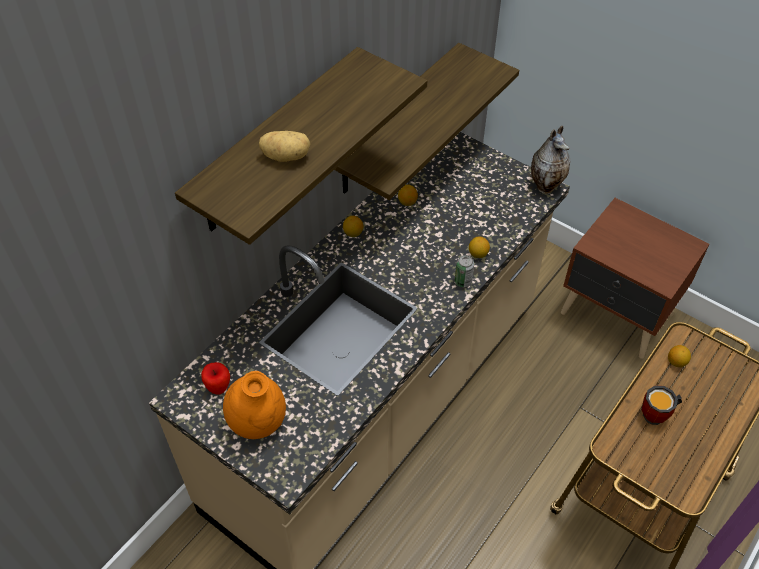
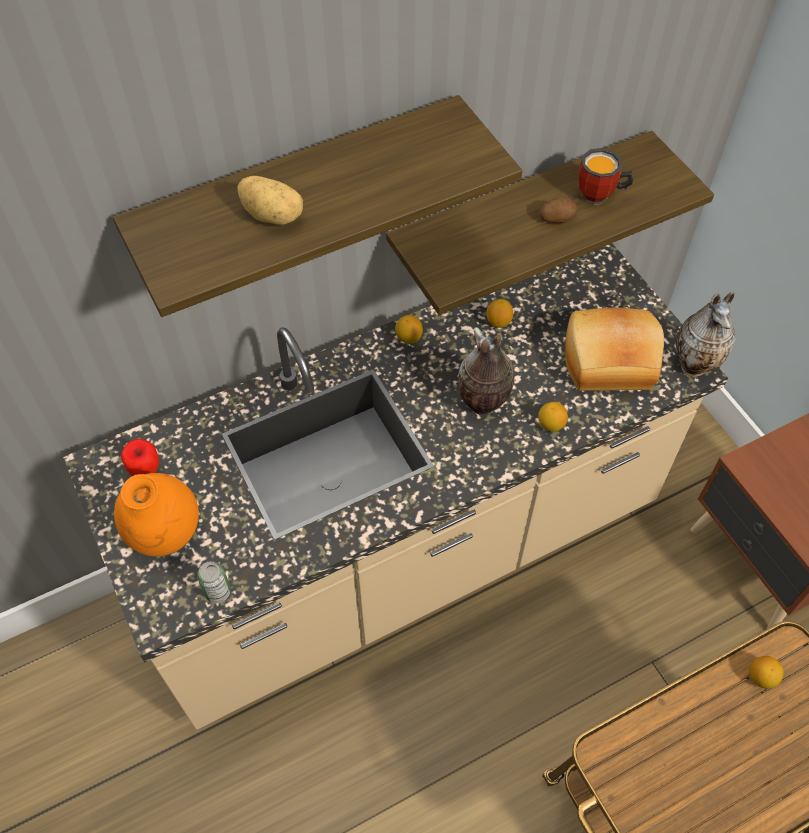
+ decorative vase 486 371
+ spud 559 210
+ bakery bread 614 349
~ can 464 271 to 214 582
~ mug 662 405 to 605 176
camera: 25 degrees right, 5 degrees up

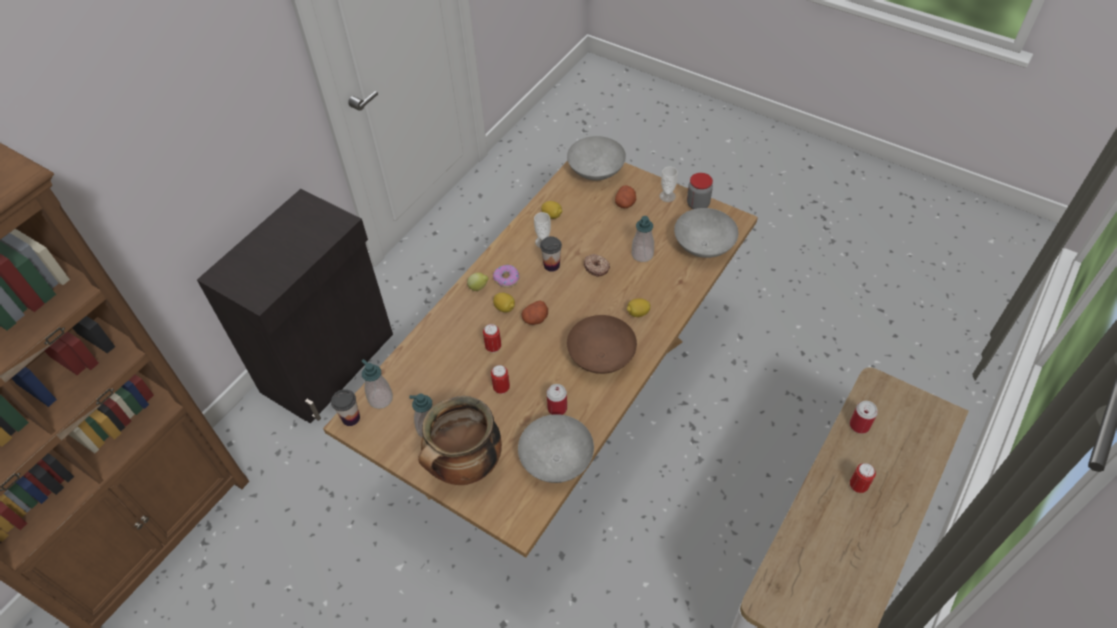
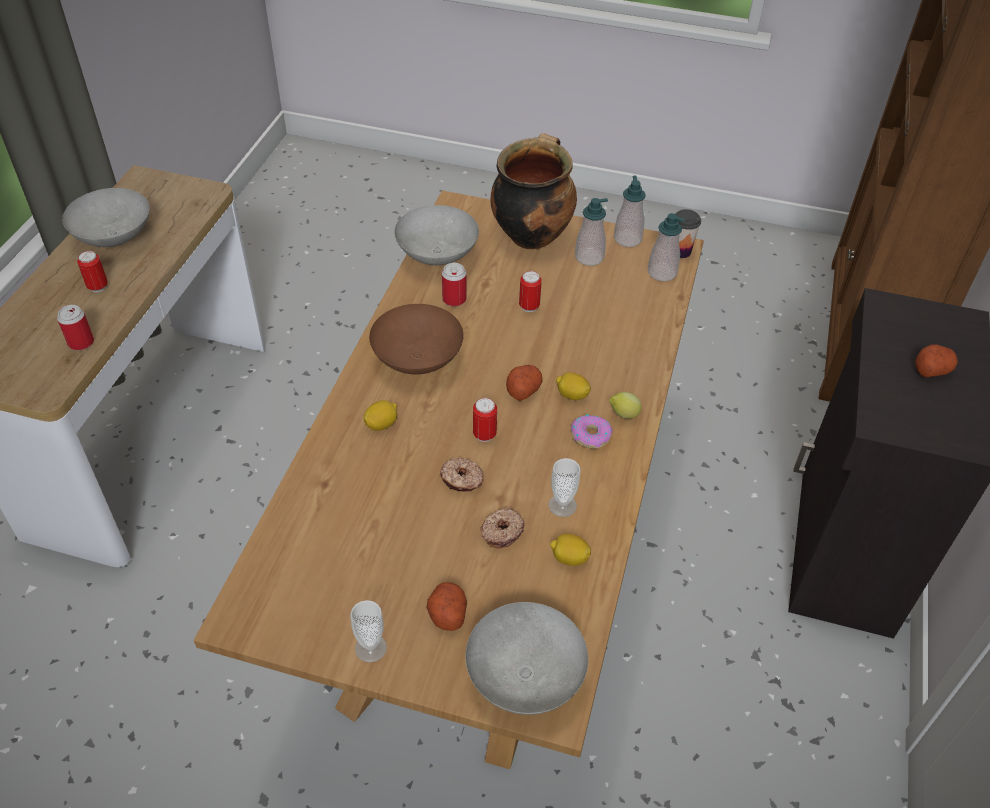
- small cup 551 254
- jar 700 191
+ doughnut 502 528
+ spud 936 360
~ can 492 338 to 485 420
~ liquid soap bottle 643 239 to 630 211
~ serving bowl/grey 706 233 to 106 217
camera: 160 degrees right, 5 degrees down

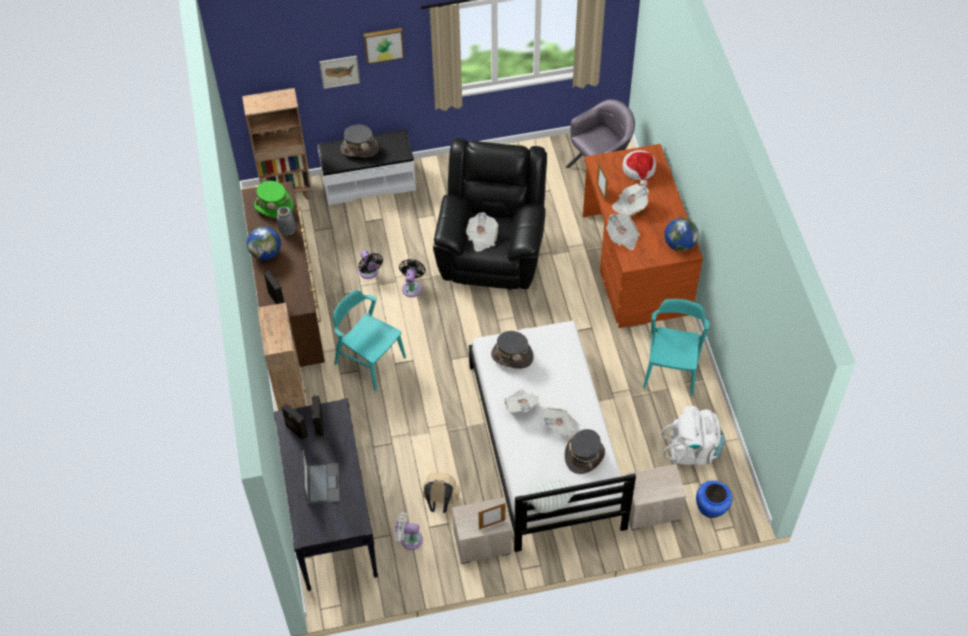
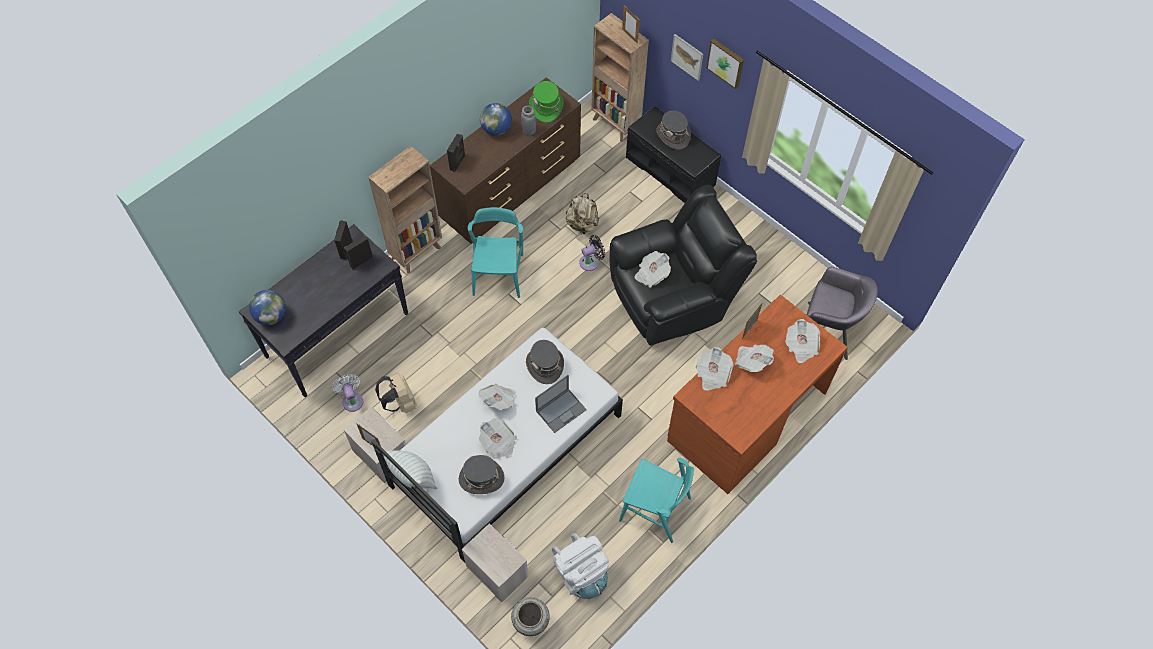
+ picture frame 631 25
~ notebook computer 321 477 to 561 404
~ desk globe 681 234 to 267 307
~ electric fan/black-coloured 370 264 to backpack/sand-coloured 582 213
~ clothing hat 639 168 to newspaper 802 341
~ long seat/white 367 167 to long seat/black-coloured 673 154
~ decorative vase/blue 714 499 to decorative vase/sand-coloured 530 616
~ chair/blue-green 676 347 = 656 500 45 degrees clockwise
camera: 55 degrees right, 5 degrees up

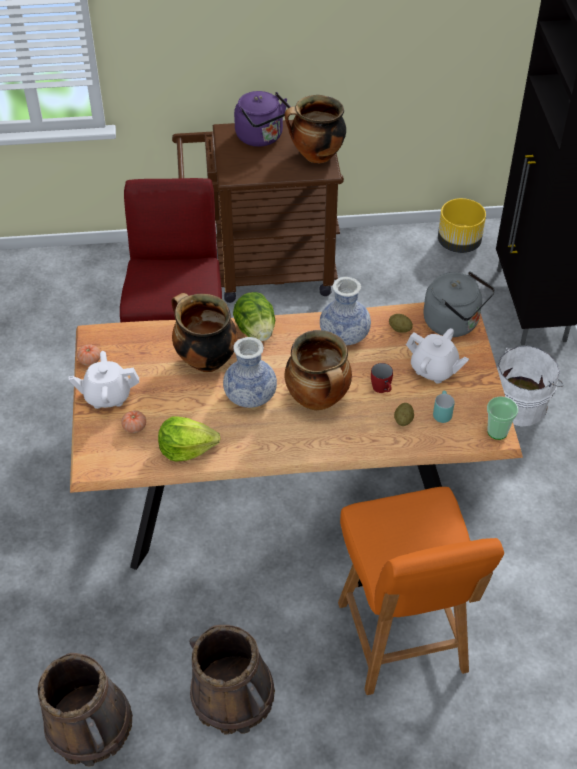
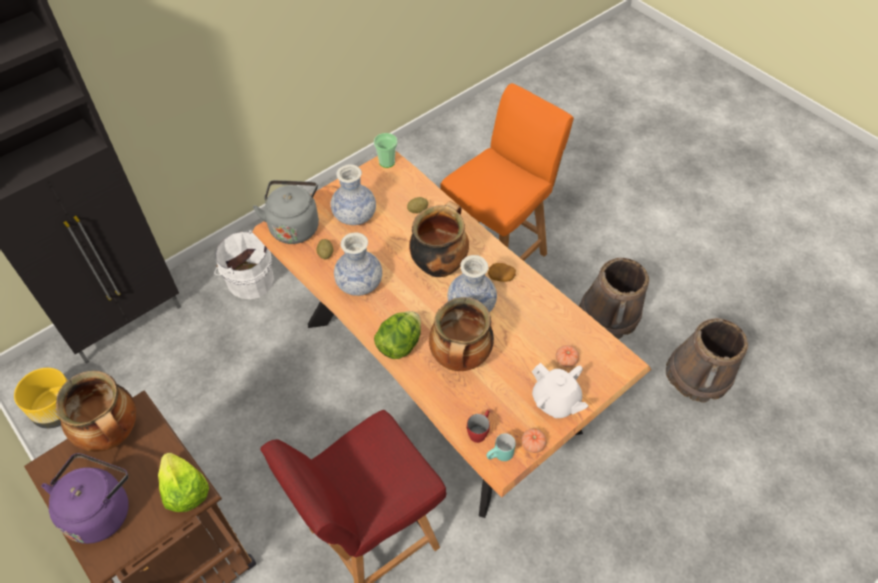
+ spud 502 272
~ lettuce 189 438 to 183 482
~ mug/reddish 382 378 to 478 426
~ mug/blue-green 444 407 to 501 447
~ tea pot/white 437 356 to decorative vase 353 194
camera: 125 degrees left, 5 degrees up

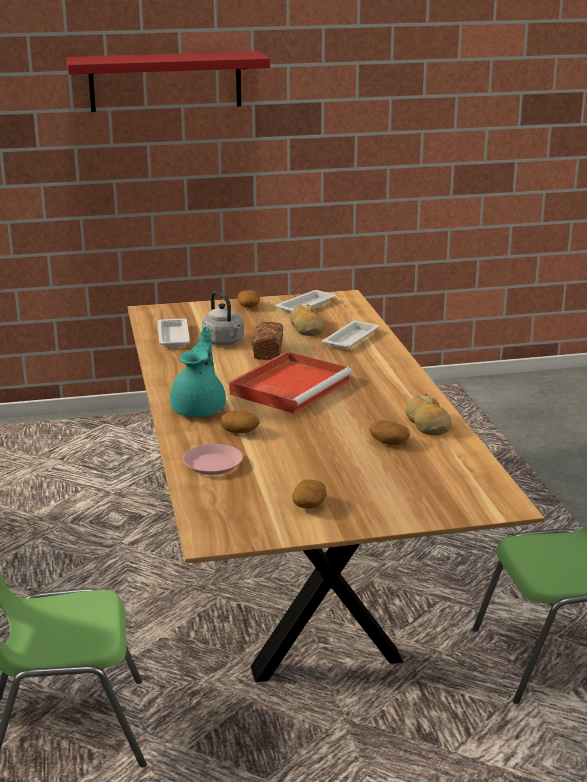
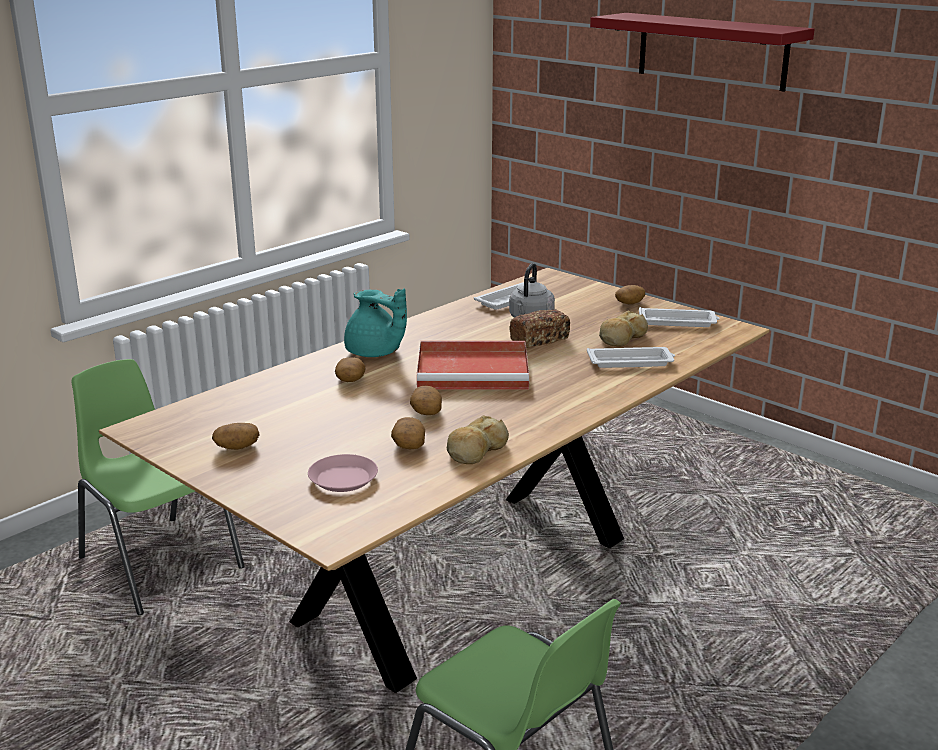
+ spud 426 400
~ flat dish/pink-coloured 213 459 to 343 473
~ tea pot/blue-green 198 371 = 375 322 60 degrees clockwise
camera: 55 degrees right, 0 degrees up

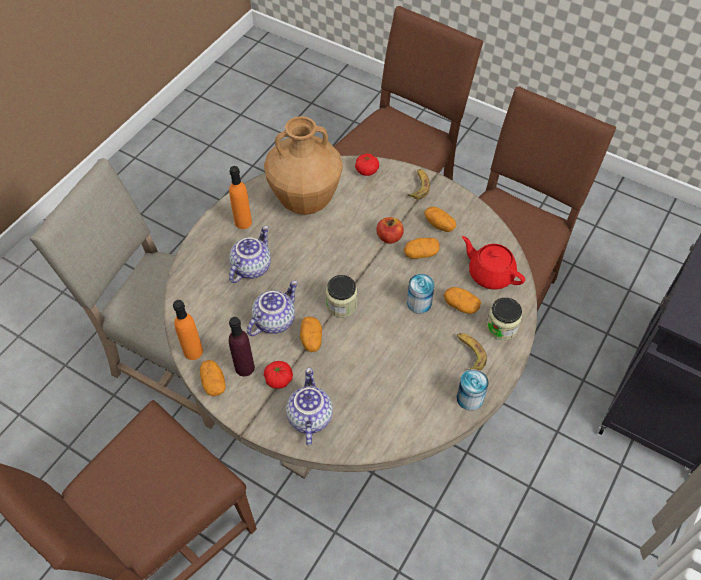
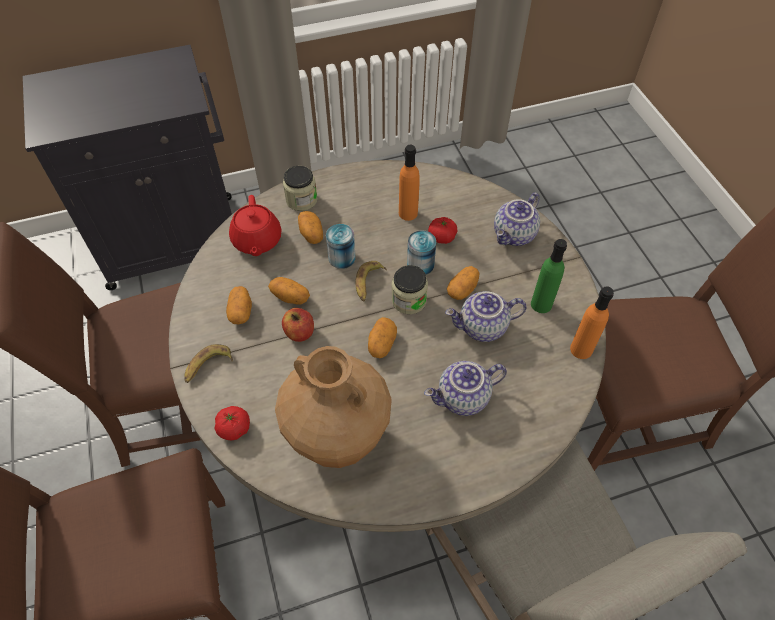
~ spud 213 378 to 382 337
~ beverage bottle/orange-coloured 240 197 to 409 183
~ whole tomato 278 375 to 443 230
~ banana fruit 472 352 to 371 281
~ can 473 390 to 421 252
~ beverage bottle/purple-coloured 242 346 to beverage bottle/green-coloured 549 276
camera: 140 degrees left, 0 degrees up

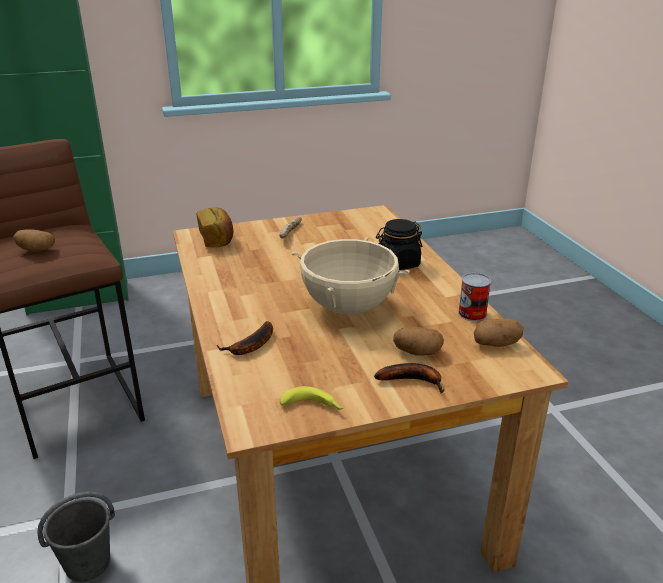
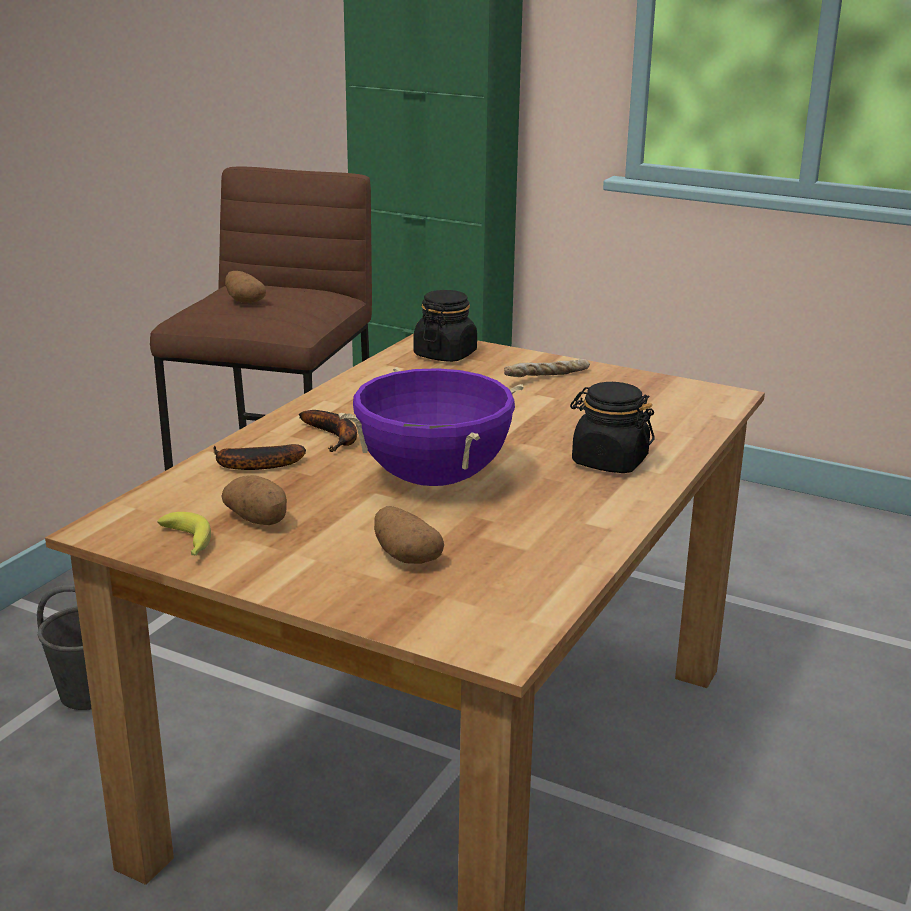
- can 474 297
~ banana fruit 409 378 to 328 431
~ spud 498 333 to 254 500
~ bakery bread 215 227 to jar/black-coloured 445 326
~ stockpot/sand-coloured 351 275 to stockpot/purple-coloured 431 426
camera: 45 degrees right, 5 degrees down

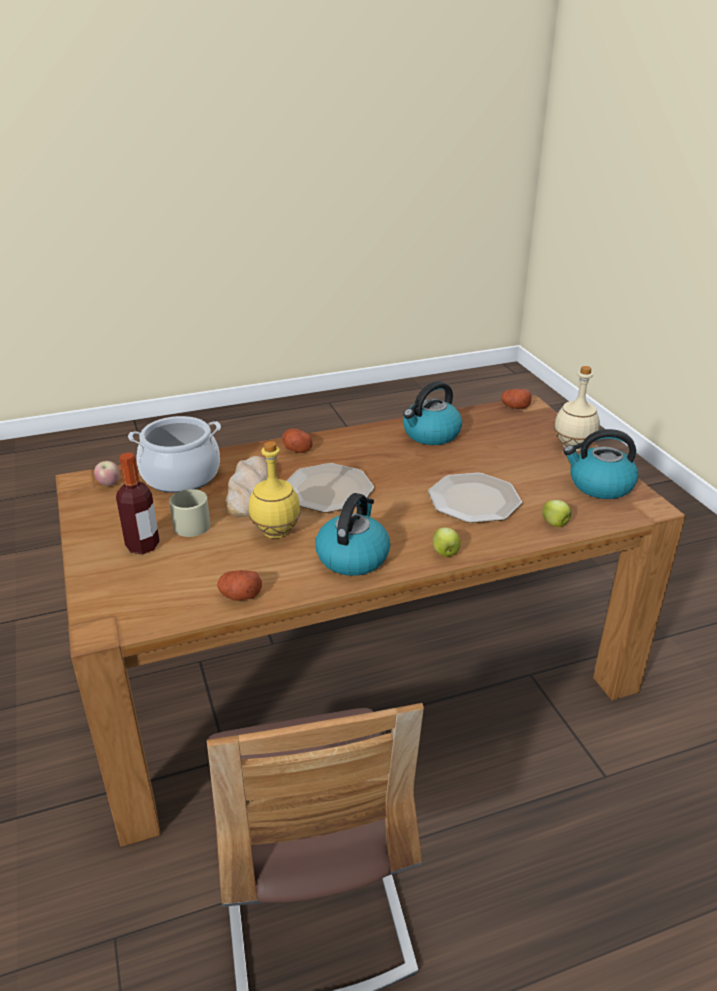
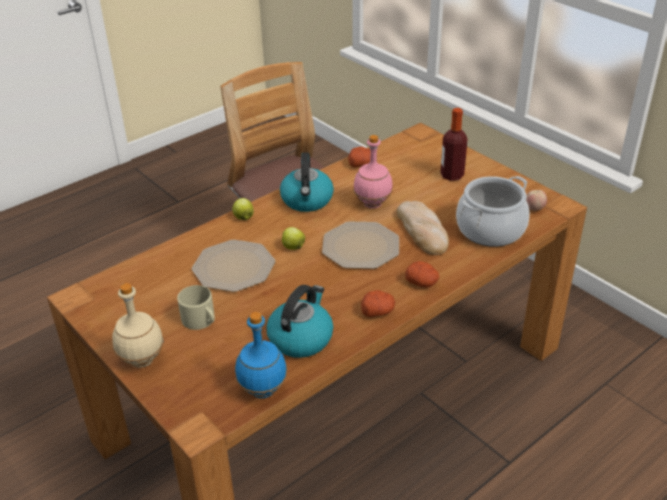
- kettle 600 464
+ beverage bottle/blue 261 355
~ mug/sand-coloured 189 513 to 196 307
~ spud 516 399 to 378 303
~ apple 556 513 to 293 238
~ beverage bottle/yellow 275 489 to beverage bottle/pink-coloured 373 171
camera: 160 degrees right, 5 degrees up

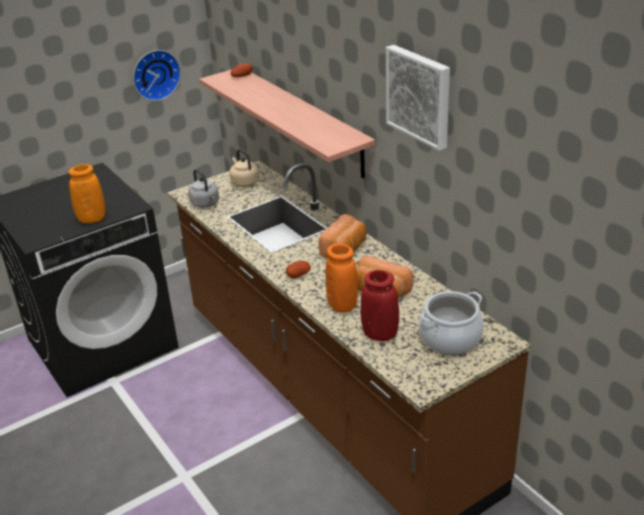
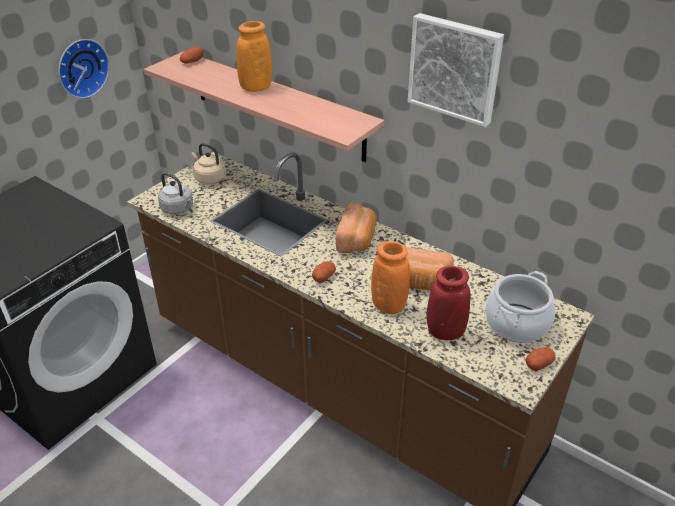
+ spud 540 359
~ decorative vase/orange-coloured 87 193 to 254 56
camera: 20 degrees left, 5 degrees up

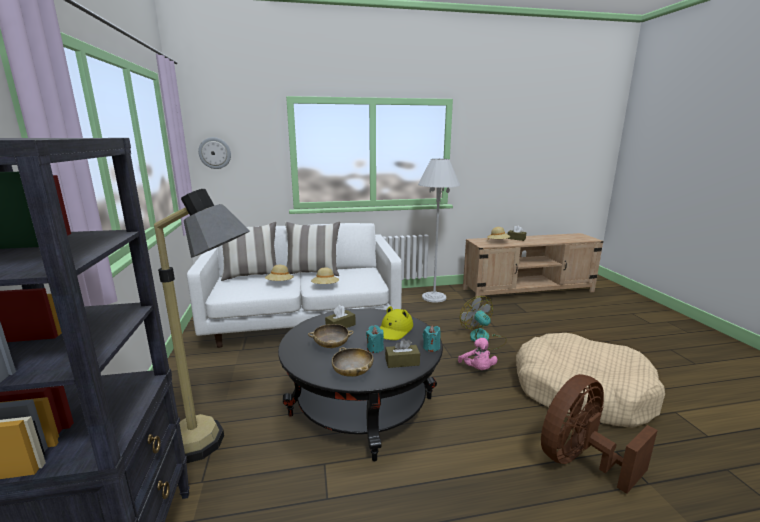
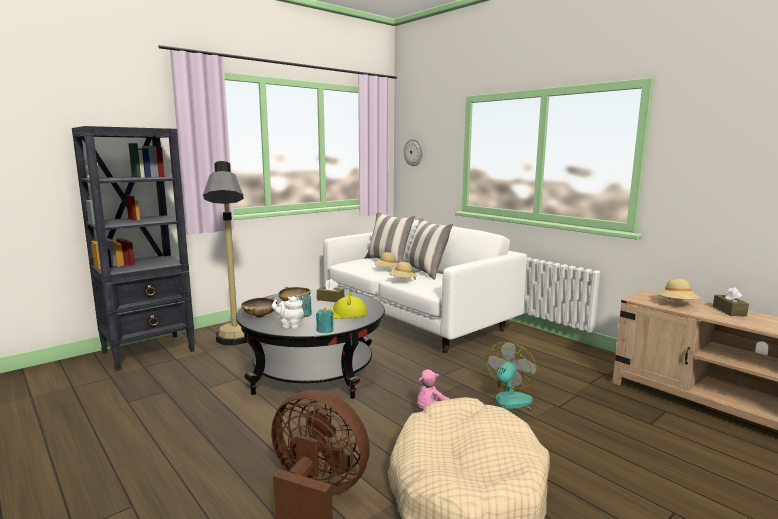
- standing lamp/white 439 231
~ tissue holder/brown-coloured 402 353 to tea pot/white 288 312
camera: 60 degrees right, 5 degrees down

